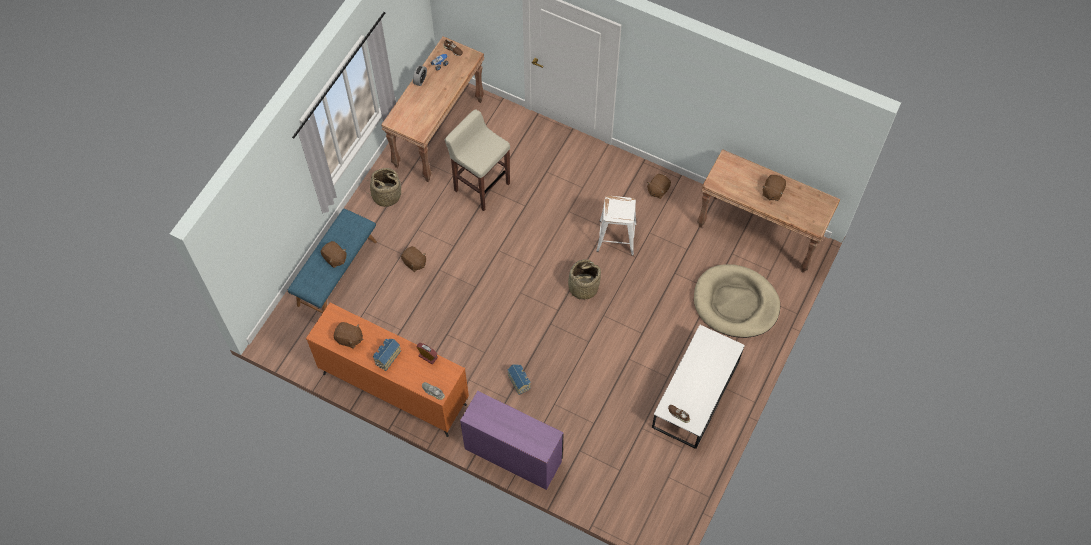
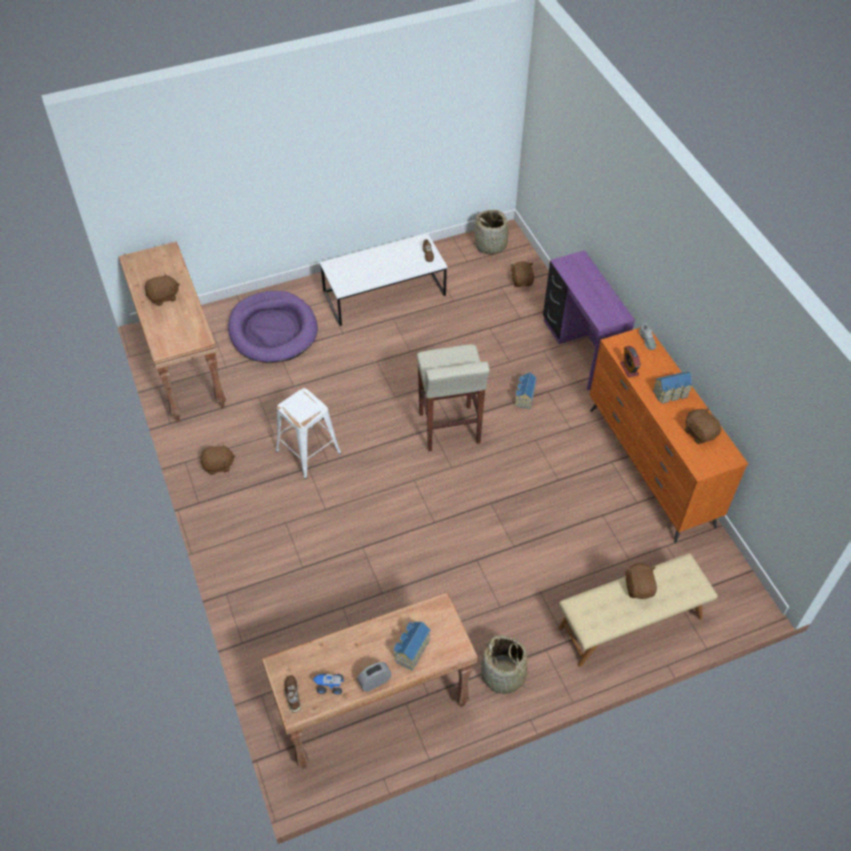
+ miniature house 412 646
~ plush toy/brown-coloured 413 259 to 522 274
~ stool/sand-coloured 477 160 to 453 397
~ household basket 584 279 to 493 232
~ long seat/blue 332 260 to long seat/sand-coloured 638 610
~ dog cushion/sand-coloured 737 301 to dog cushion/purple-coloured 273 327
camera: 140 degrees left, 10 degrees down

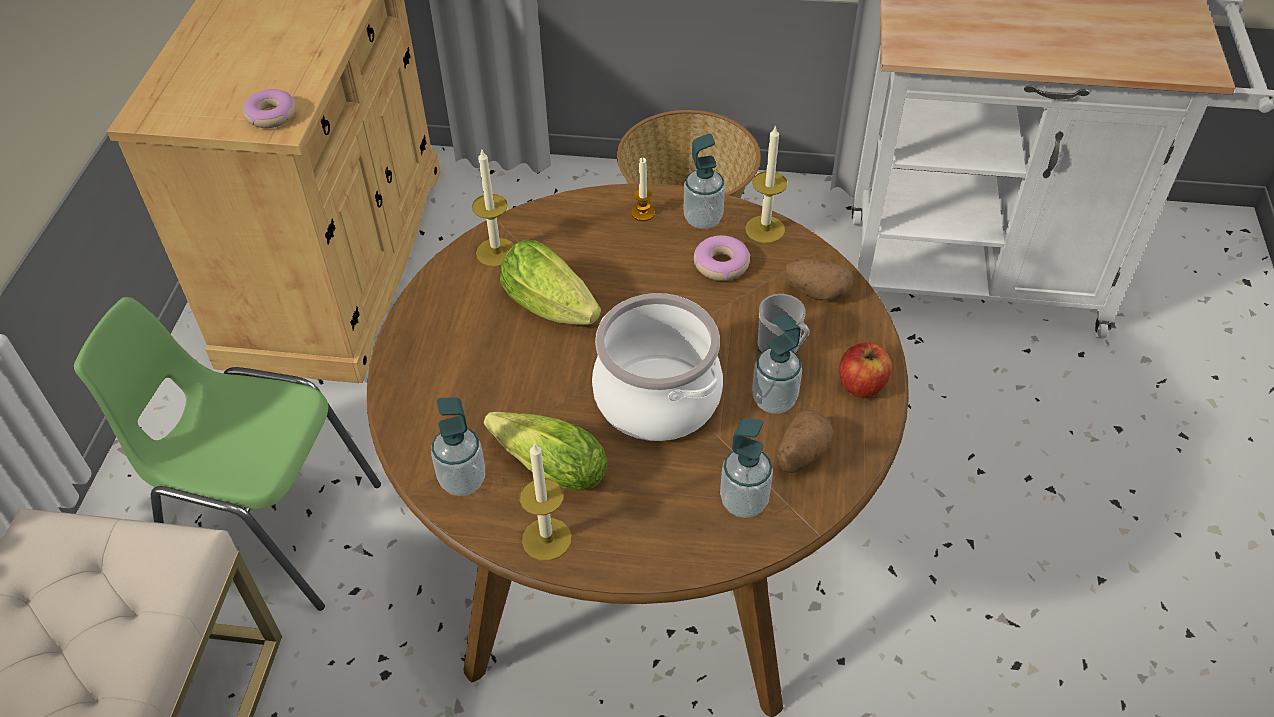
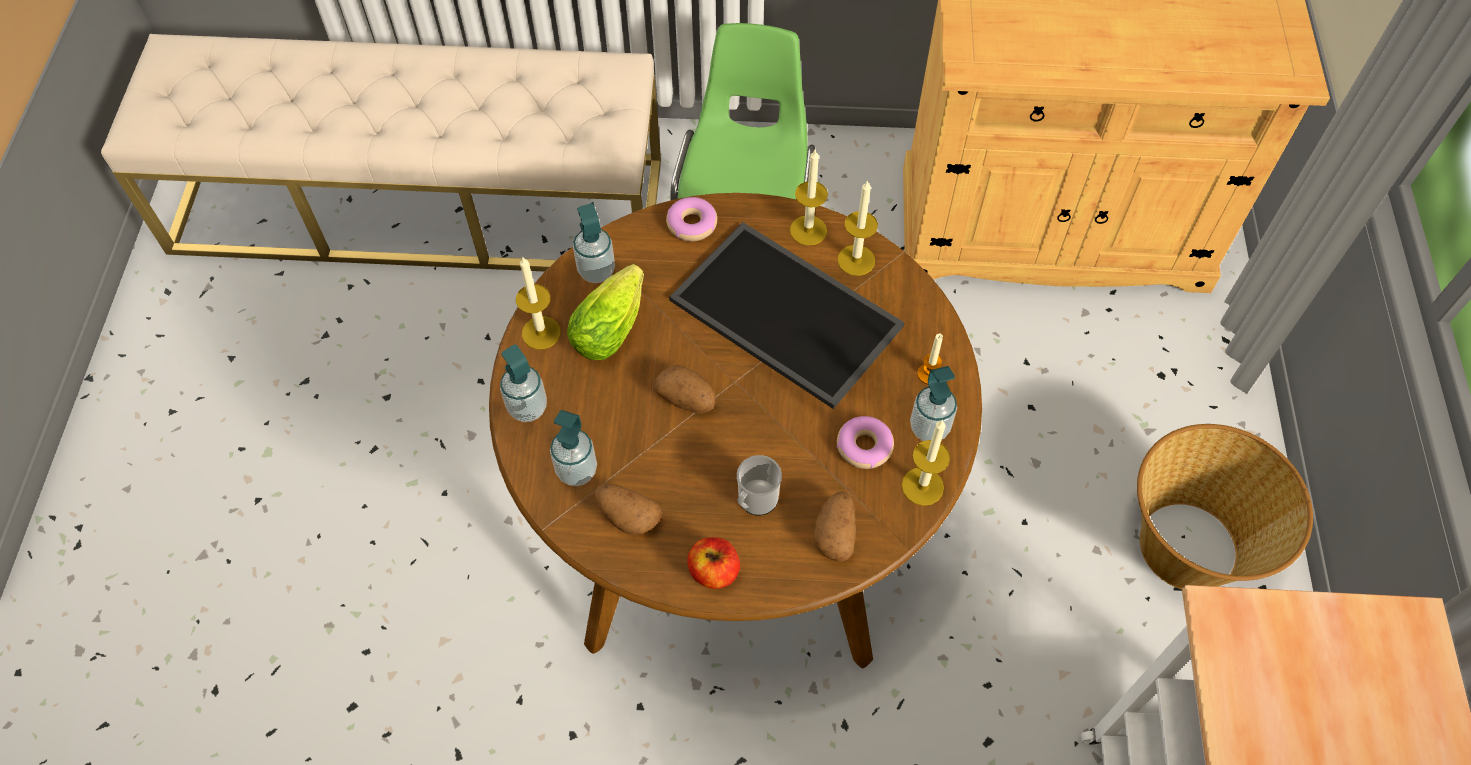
+ wax candle 809 198
~ doughnut 269 108 to 691 219
~ liquid soap bottle 777 364 to 523 383
~ lettuce 550 282 to tray 787 315
~ stockpot 657 367 to spud 684 389
camera: 85 degrees right, 10 degrees up

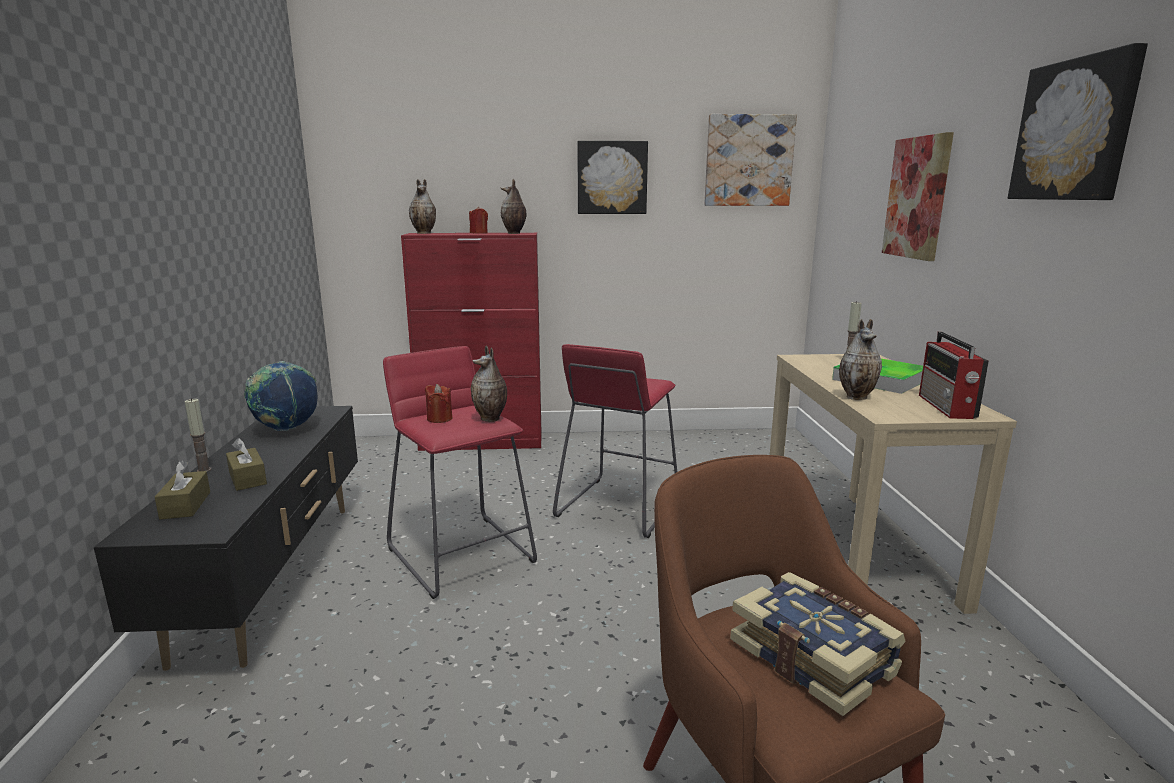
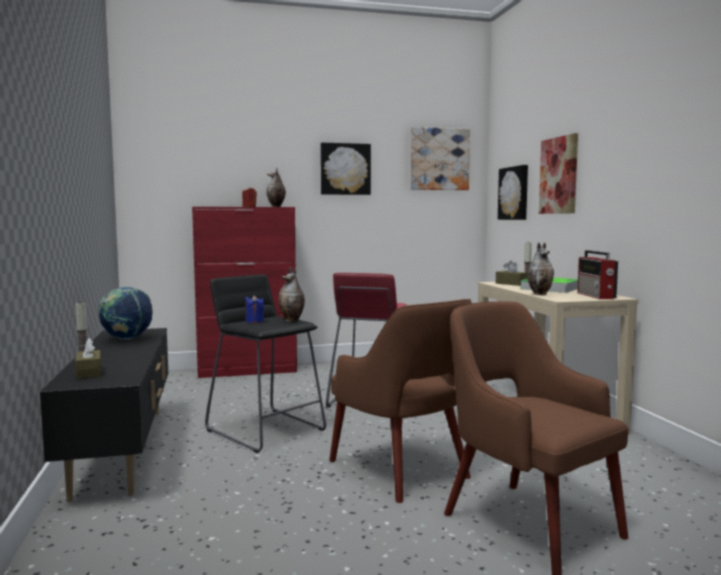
- decorative vase 422 206
- book 818 644
+ lounge chair/brown-coloured 400 401
~ tissue holder/brown-coloured 246 464 to 512 273
~ wall art 1078 121 to 513 192
~ stool/reddish 460 472 to stool/black-coloured 265 364
~ wax candle/reddish 438 403 to wax candle/blue 254 309
camera: 10 degrees left, 10 degrees down

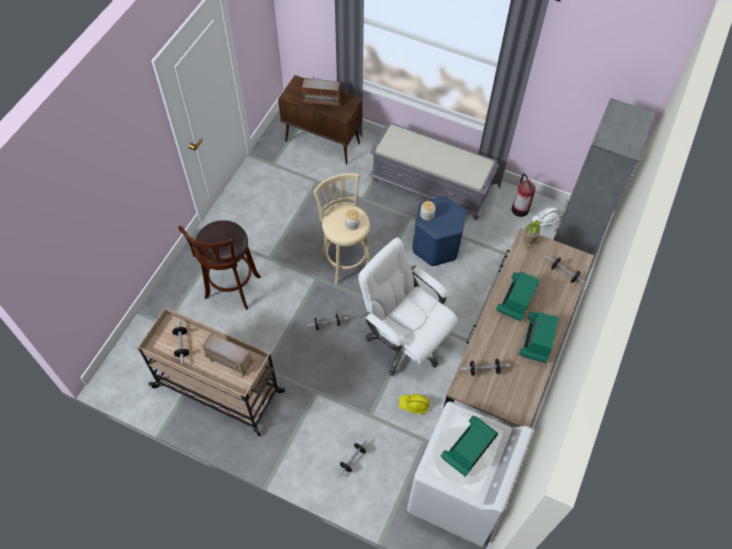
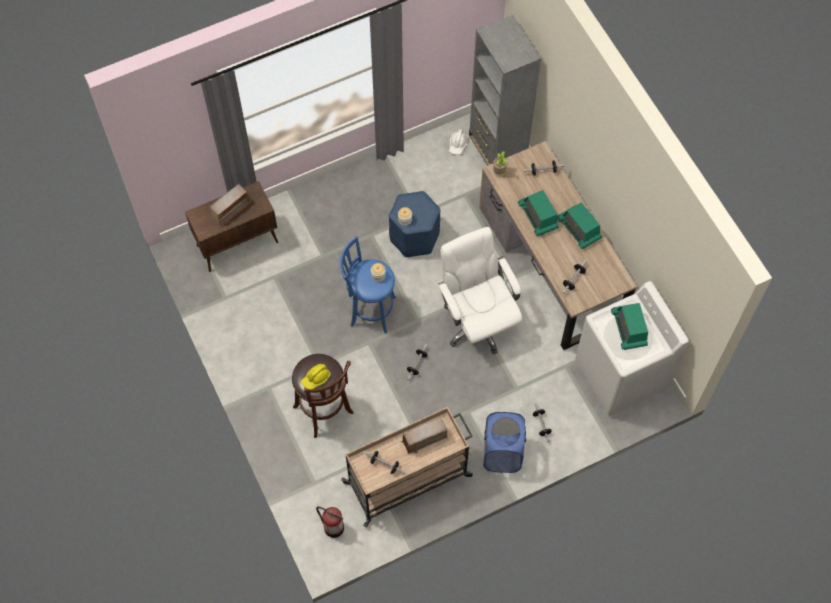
- long seat/grey 434 171
+ hamper/blue 505 442
~ safety helmet/yellow 414 404 to 316 376
~ extinguisher 524 195 to 330 522
~ stool/sand-coloured 342 229 to stool/blue 368 285
~ computer chair/white 408 306 = 480 290 75 degrees clockwise
camera: 50 degrees left, 5 degrees up

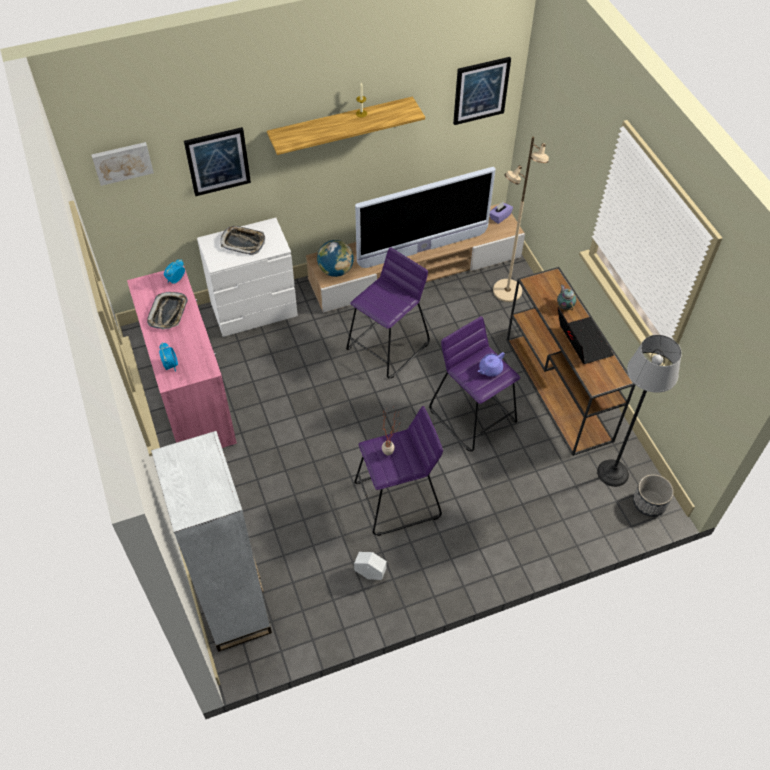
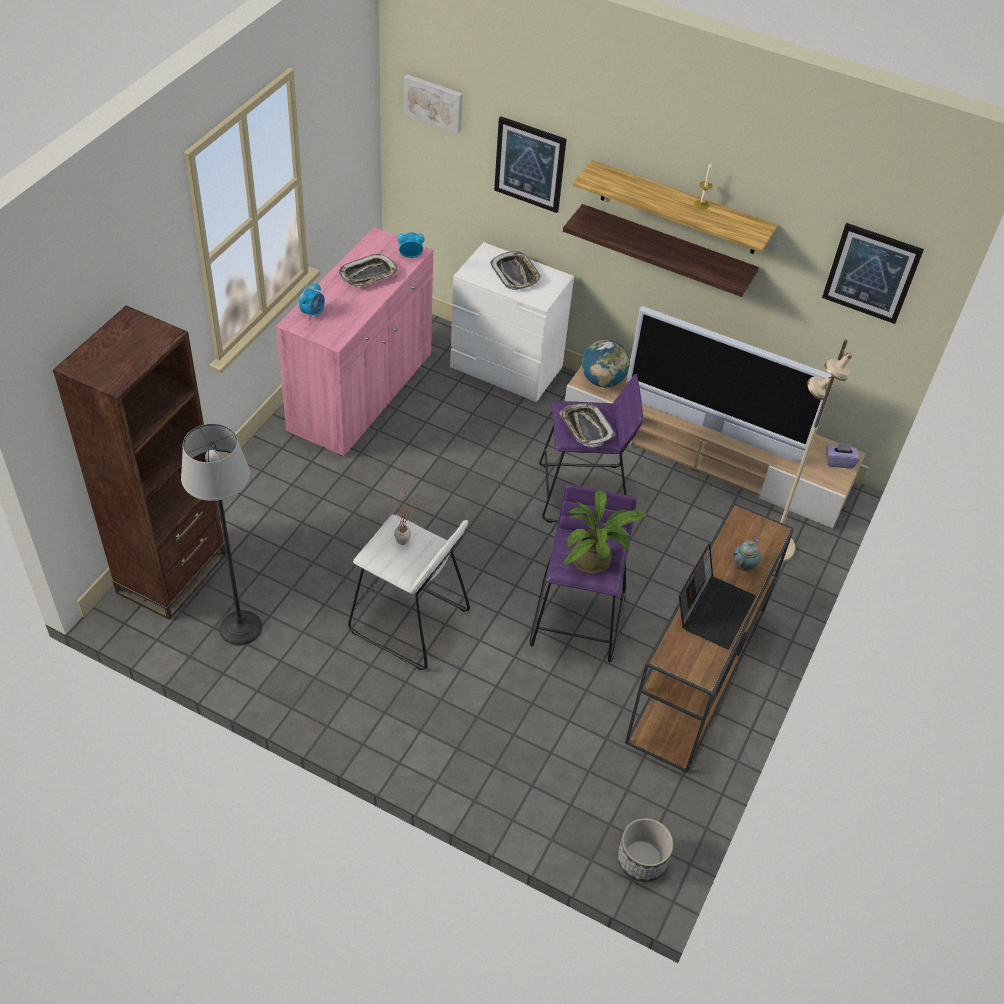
- planter/white 370 566
+ tray 587 425
+ wall shelf 661 250
~ standing lamp 639 411 to 221 534
~ tea pot/purple-coloured 491 364 to houseplant 606 532
~ bookcase/white 211 541 to bookcase/brown-coloured 139 463
~ stool/purple-coloured 398 471 to stool/white 409 592
camera: 45 degrees right, 5 degrees down

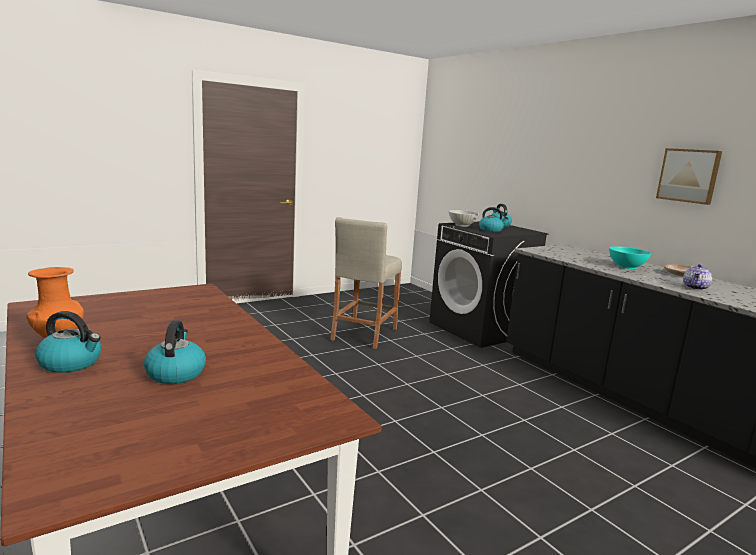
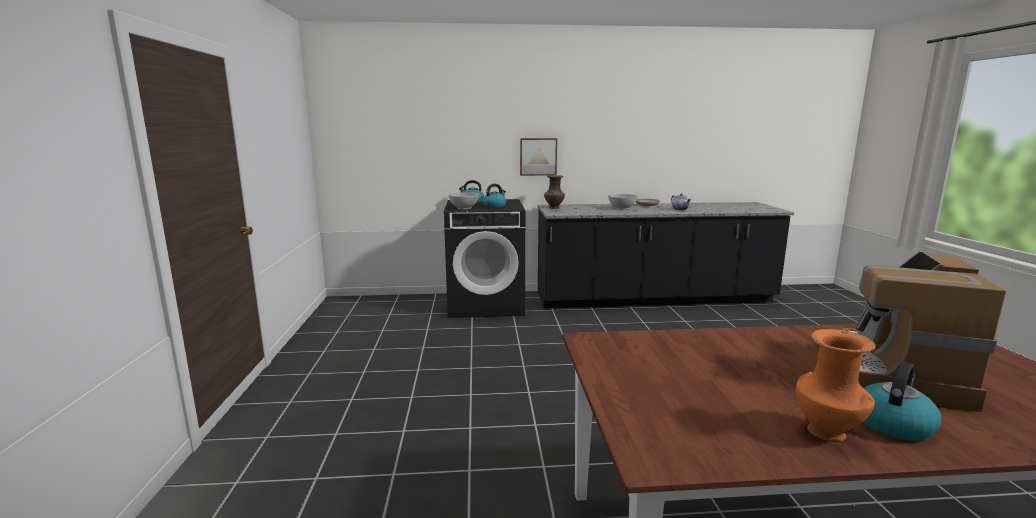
- stool/sand-coloured 366 283
+ decorative vase/brown-coloured 554 192
~ wall art 689 176 to 538 157
~ kettle 175 352 to coffee brewer 924 331
~ serving bowl/blue-green 630 257 to serving bowl/white 622 202
camera: 60 degrees left, 0 degrees up

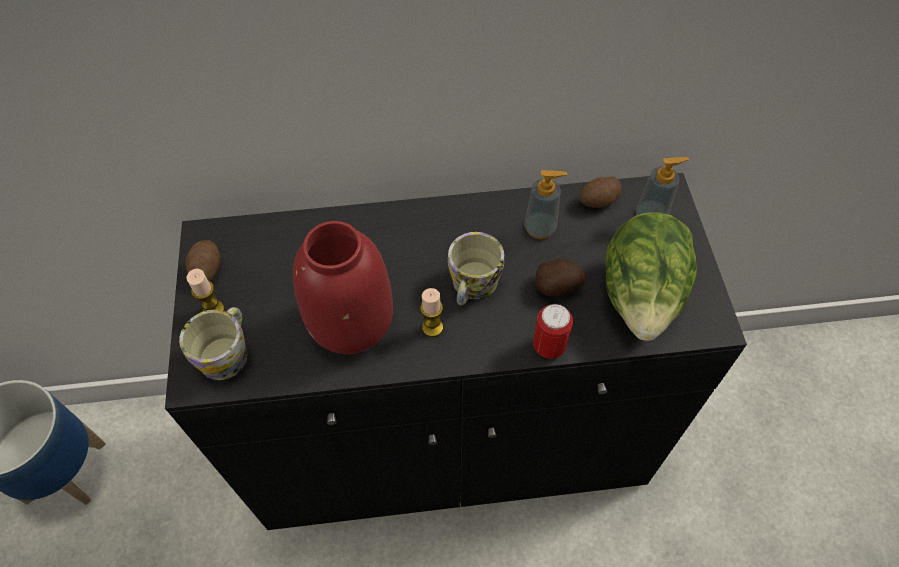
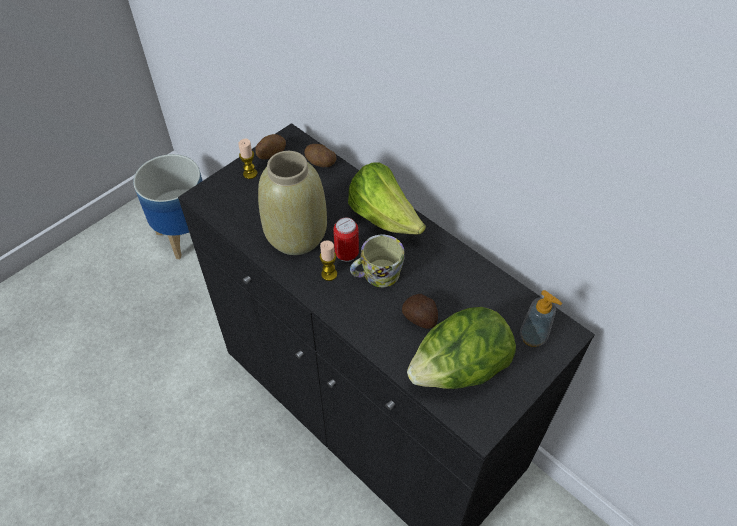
- mug 213 343
- liquid soap bottle 545 204
+ lettuce 387 198
~ can 553 331 to 346 240
~ spud 601 192 to 320 155
~ decorative vase/reddish 343 287 to decorative vase/sand-coloured 292 203
camera: 50 degrees right, 5 degrees down

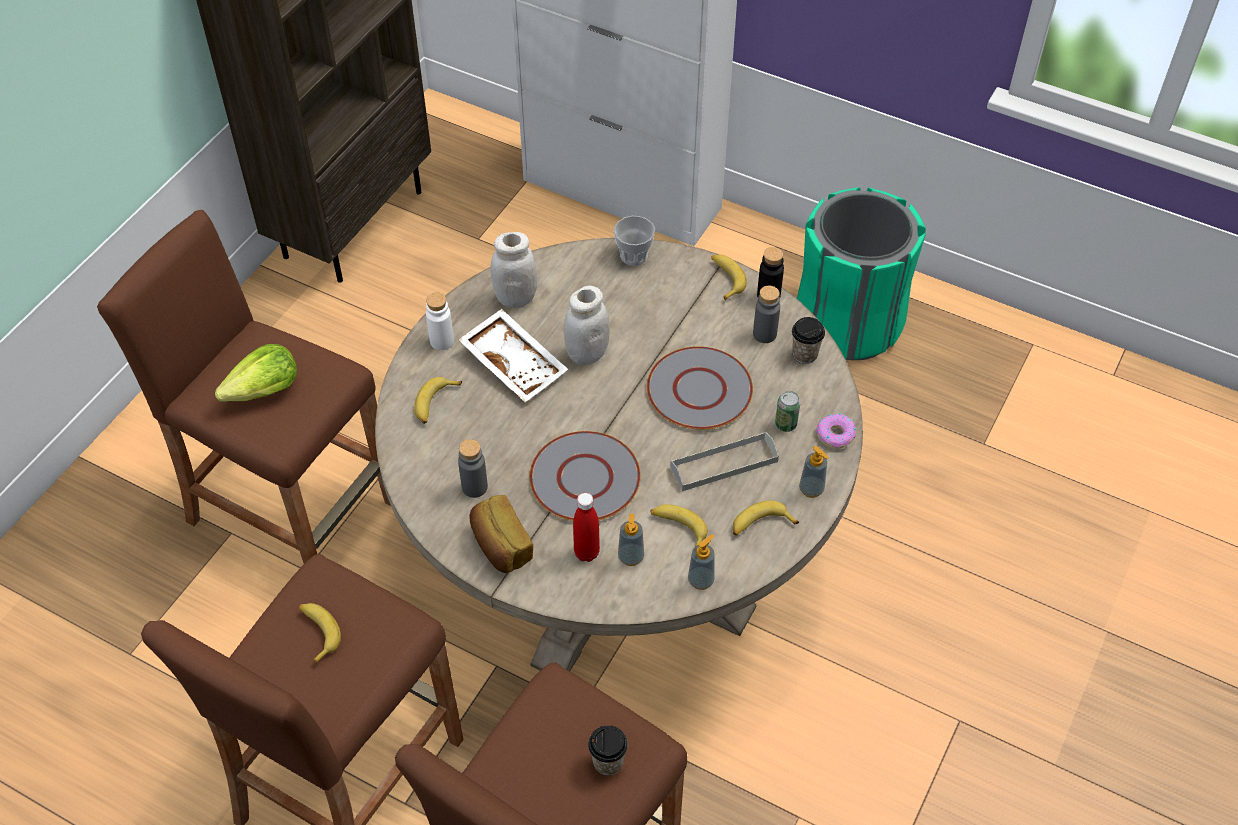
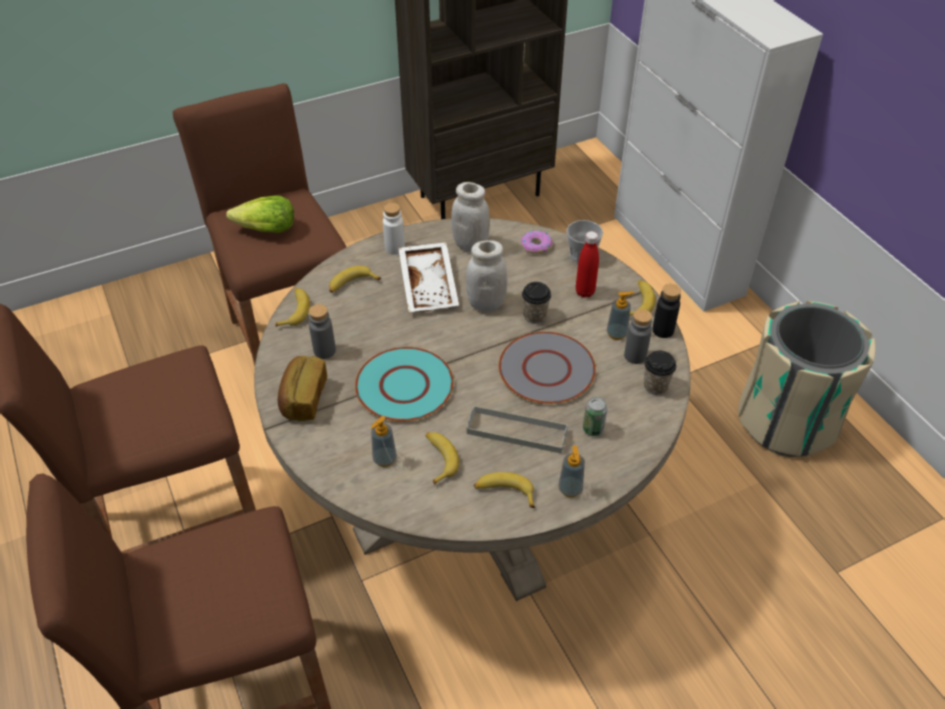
~ banana fruit 320 633 to 292 307
~ beverage bottle/reddish 586 527 to 587 264
~ small cup 608 750 to 536 303
~ liquid soap bottle 701 562 to 621 316
~ doughnut 836 431 to 536 242
~ flat dish/grey 585 476 to flat dish/blue-green 404 384
~ trash can/green-coloured 861 273 to trash can/sand-coloured 806 379
camera: 35 degrees right, 5 degrees down

